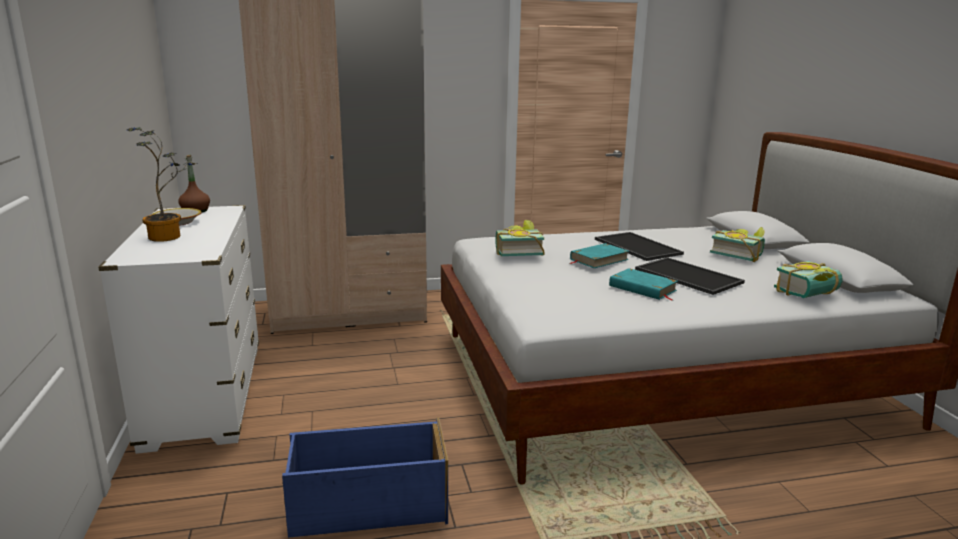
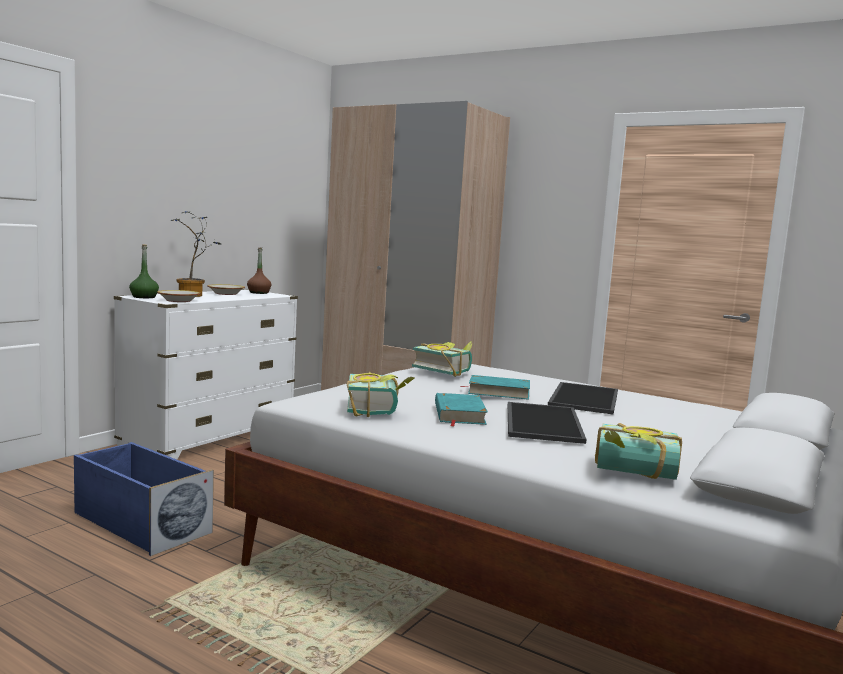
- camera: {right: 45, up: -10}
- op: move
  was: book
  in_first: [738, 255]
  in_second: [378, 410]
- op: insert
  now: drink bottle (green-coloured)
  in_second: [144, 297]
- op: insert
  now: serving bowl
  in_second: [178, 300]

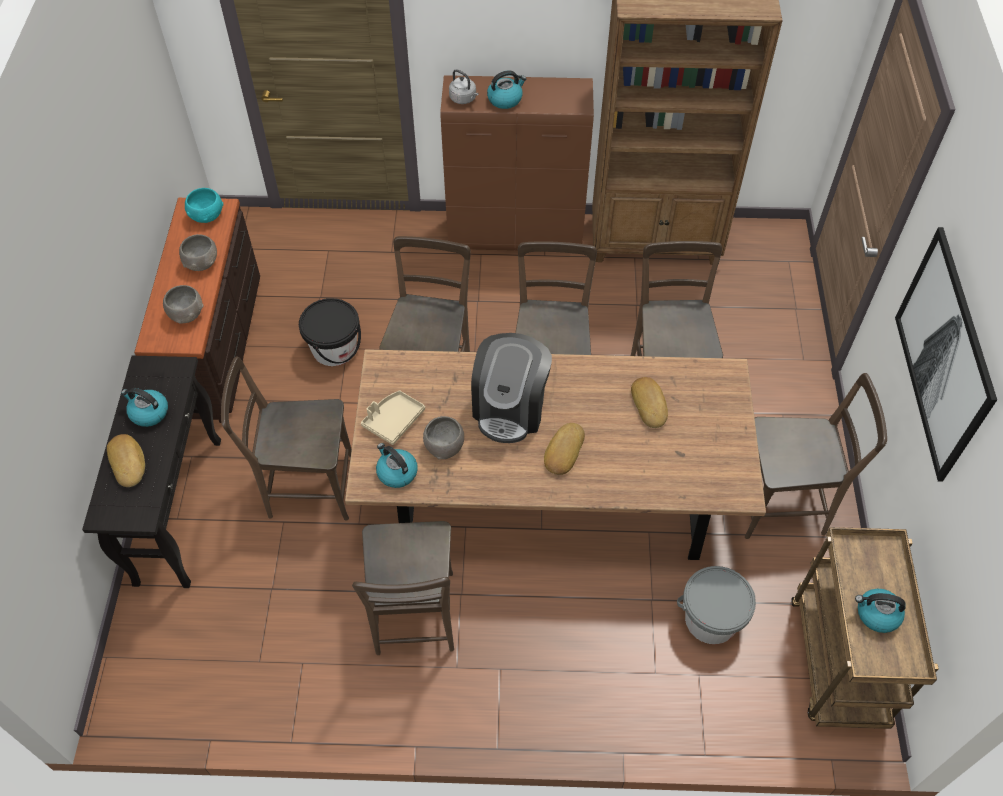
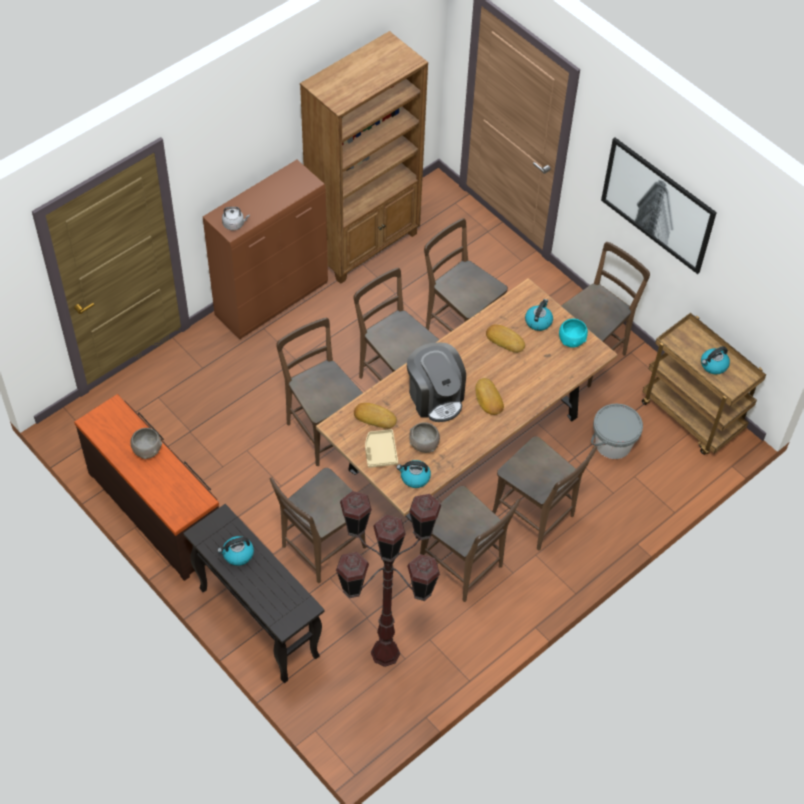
- camera: {right: -45, up: 0}
- op: move
  was: water kettle
  in_first: [505, 99]
  in_second: [538, 321]
- op: move
  was: serving bowl (blue-green)
  in_first: [207, 216]
  in_second: [572, 340]
- op: delete
  was: serving bowl (grey)
  in_first: [187, 314]
- op: delete
  was: bucket (blackish)
  in_first: [334, 348]
- op: move
  was: baked bread
  in_first: [128, 462]
  in_second: [375, 417]
- op: insert
  now: upright chair (brown-coloured)
  in_second: [536, 517]
- op: insert
  now: standard lamp (brown-coloured)
  in_second: [386, 653]

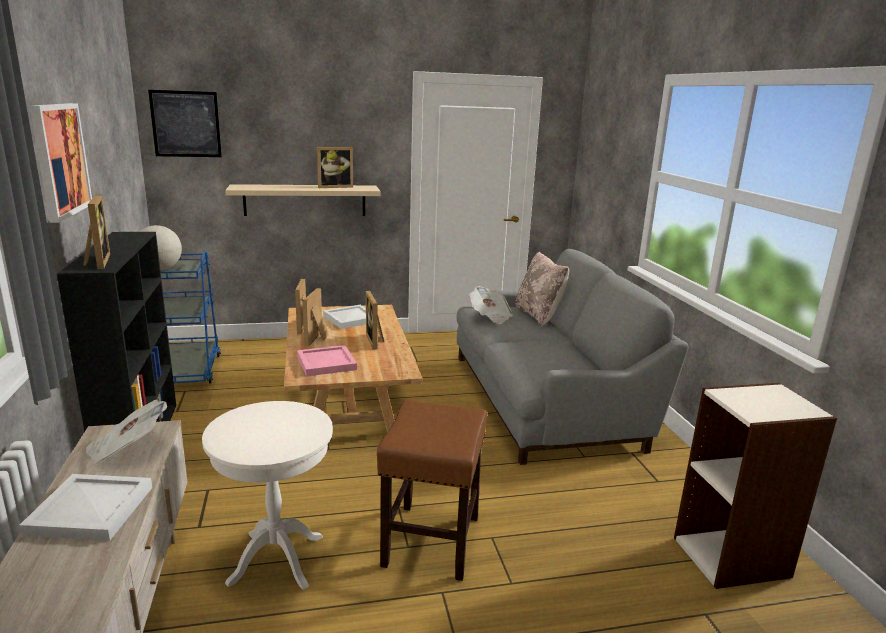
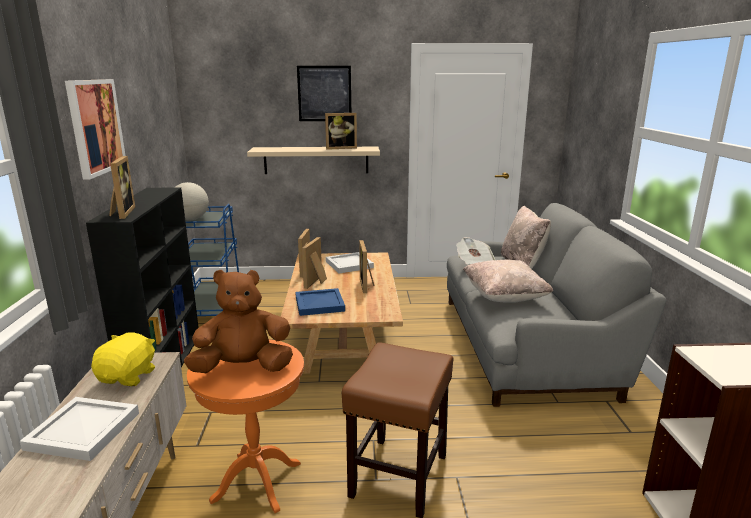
- camera: {right: 10, up: 0}
- op: move
  was: wall picture
  in_first: [186, 124]
  in_second: [324, 93]
- op: recolor
  was: carrying tray (pinkish)
  now: carrying tray (blue)
  in_first: [327, 363]
  in_second: [320, 304]
- op: replace
  was: newspaper
  now: soft toy (yellow-coloured)
  in_first: [127, 449]
  in_second: [128, 376]
- op: recolor
  was: side table (white-coloured)
  now: side table (orange)
  in_first: [276, 559]
  in_second: [257, 481]
- op: insert
  now: pillow (beige-coloured)
  in_second: [504, 297]
- op: insert
  now: soft toy (brown-coloured)
  in_second: [243, 368]

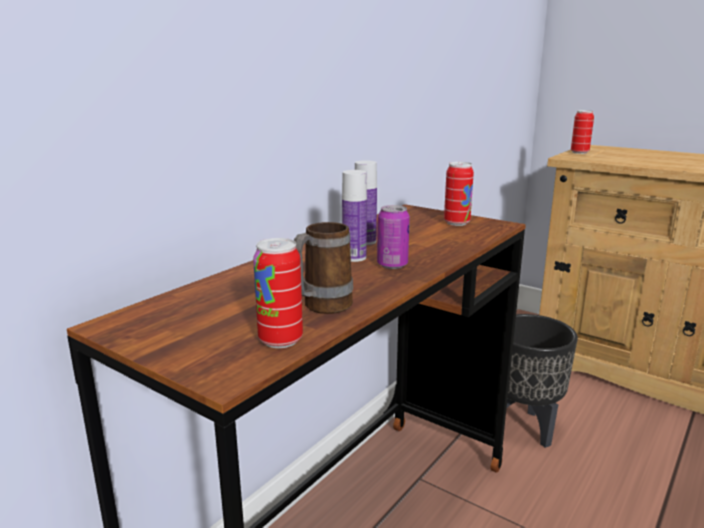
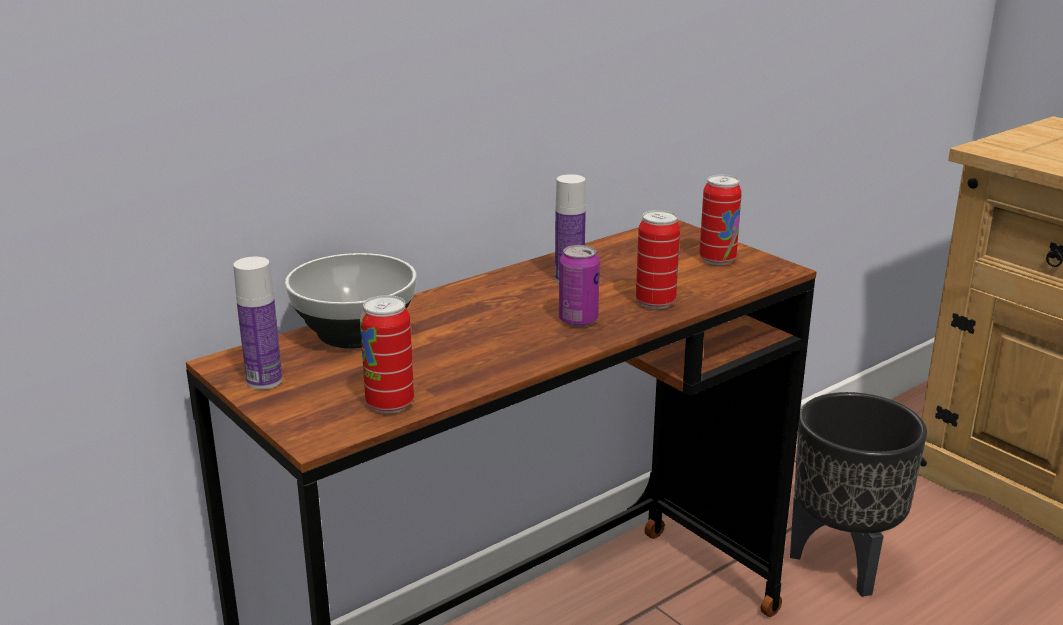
- camera: {right: 15, up: 5}
- op: move
  was: sealed can
  in_first: [579, 152]
  in_second: [655, 302]
- op: move
  was: drink bottle
  in_first: [354, 257]
  in_second: [264, 381]
- op: delete
  was: coffee mug
  in_first: [321, 308]
- op: insert
  now: serving bowl
  in_second: [357, 333]

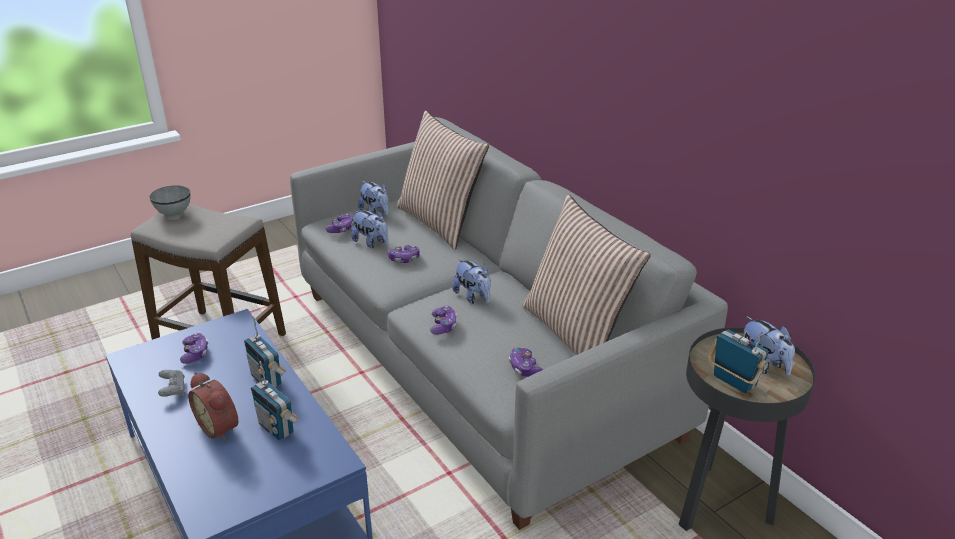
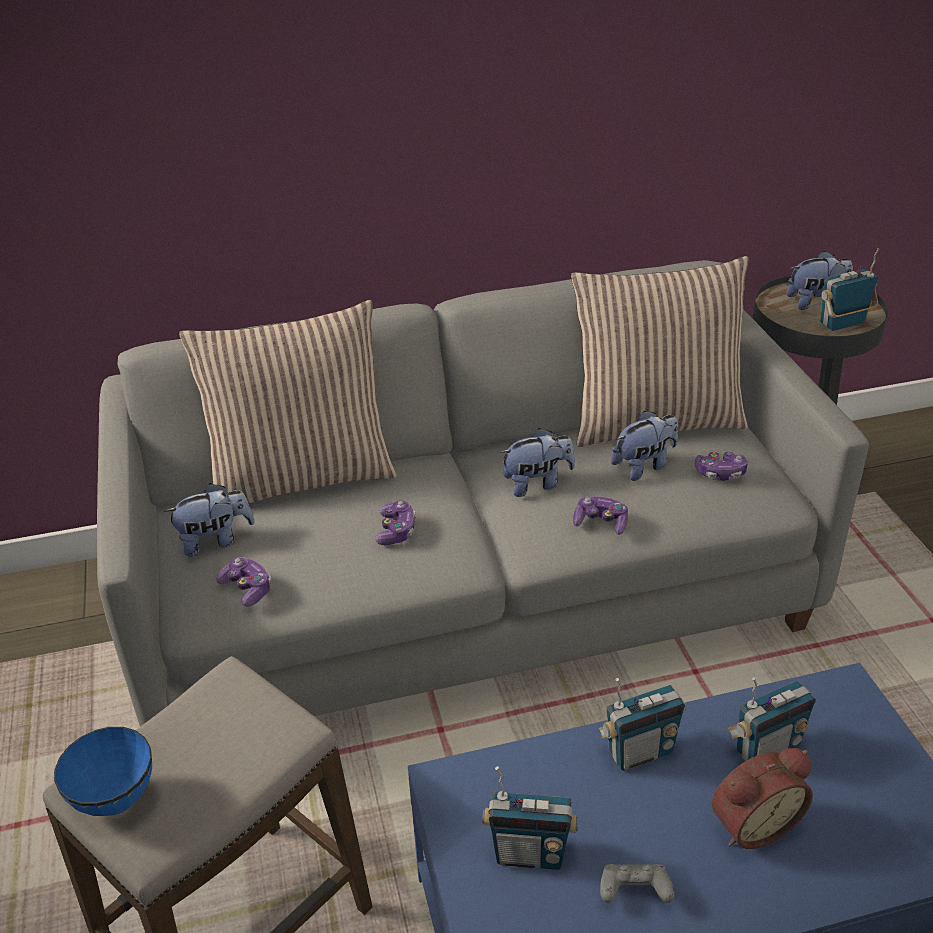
- camera: {right: -70, up: 5}
- op: recolor
  was: serving bowl (grey)
  now: serving bowl (blue)
  in_first: [173, 213]
  in_second: [114, 798]
- op: move
  was: soft toy
  in_first: [372, 243]
  in_second: [644, 466]
- op: replace
  was: joypad
  now: radio set
  in_first: [195, 353]
  in_second: [529, 854]

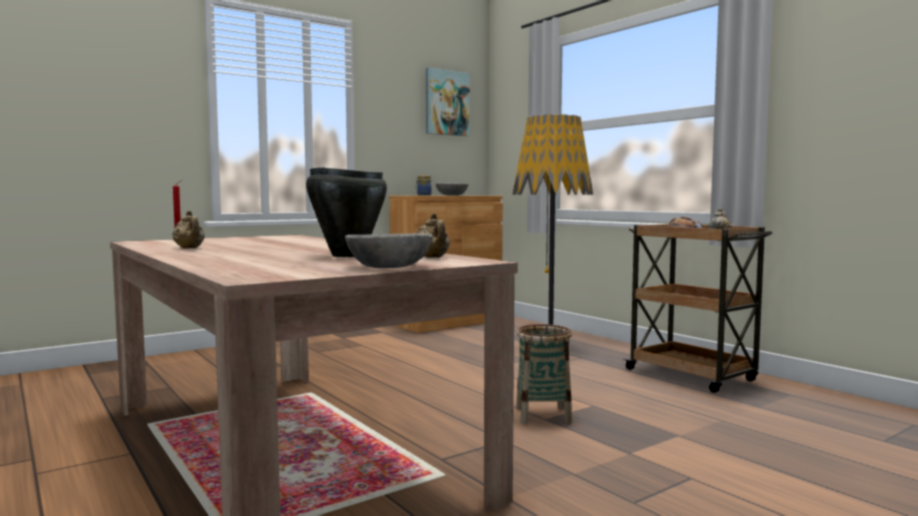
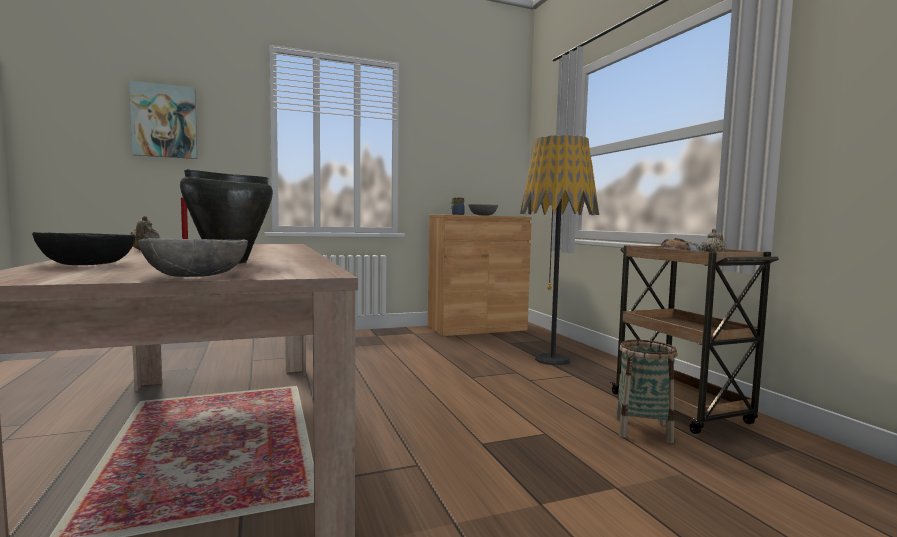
- camera: {right: 15, up: 0}
- op: move
  was: wall picture
  in_first: [447, 103]
  in_second: [164, 121]
- op: delete
  was: teapot (beige-coloured)
  in_first: [433, 258]
- op: move
  was: household basket
  in_first: [543, 415]
  in_second: [643, 430]
- op: insert
  now: serving bowl (blackish)
  in_second: [87, 264]

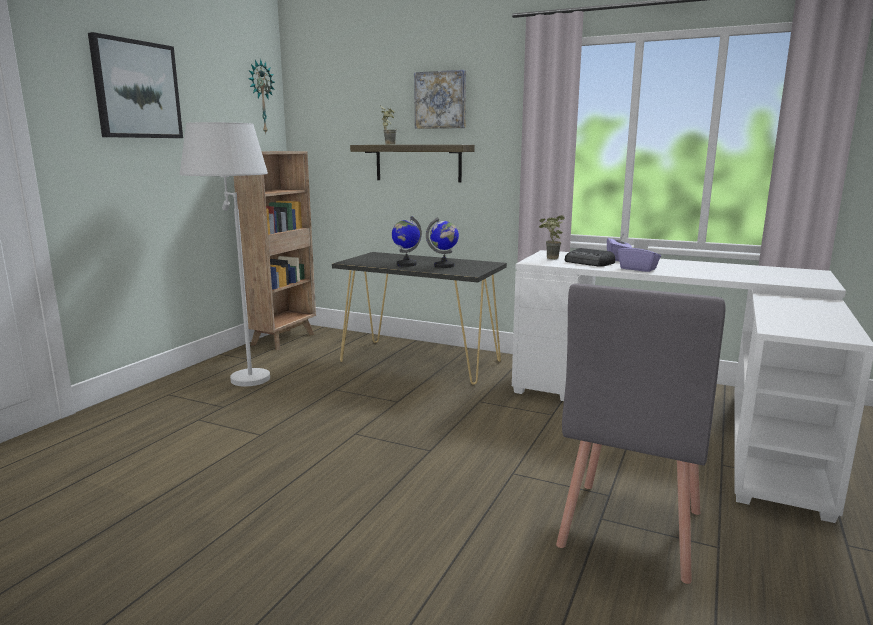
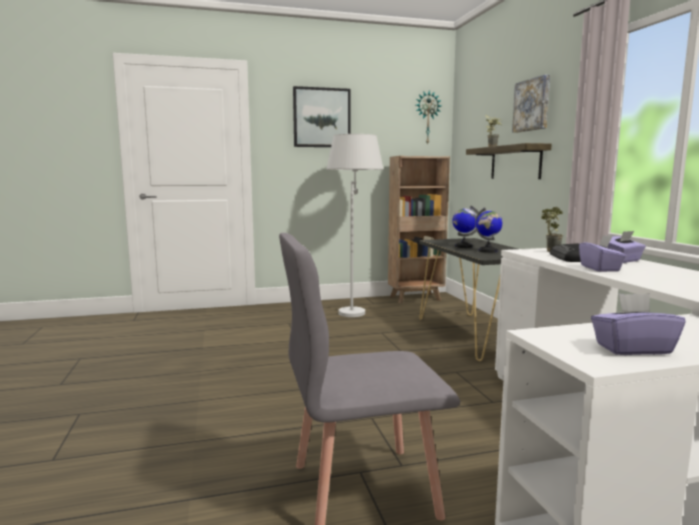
- camera: {right: 50, up: -5}
- op: insert
  now: tissue box (purplish)
  in_second: [632, 349]

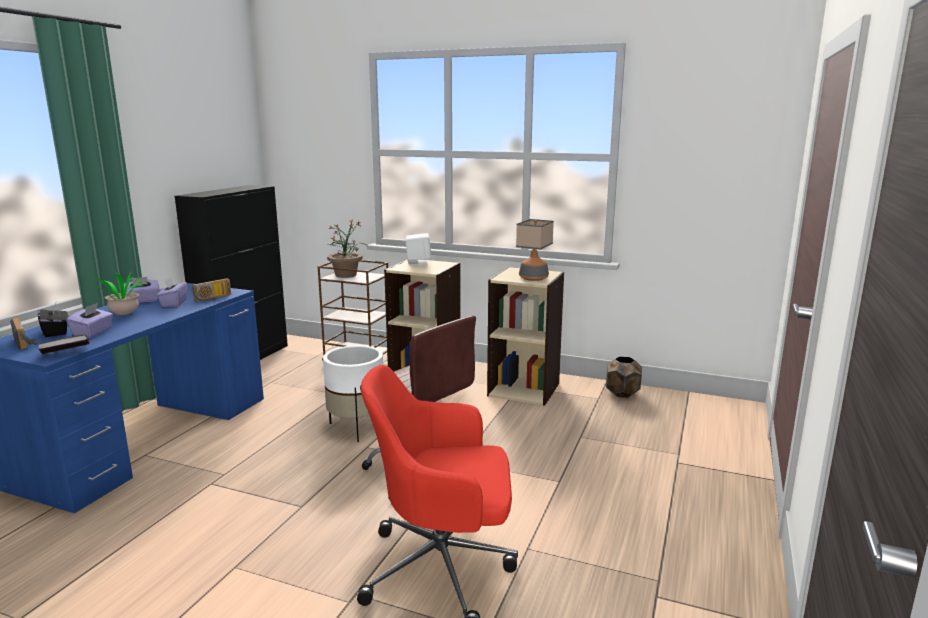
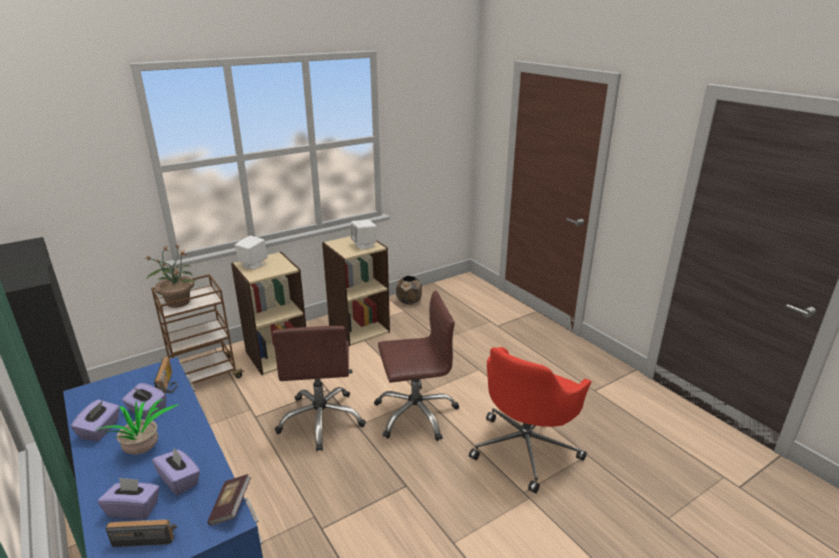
- camera: {right: -55, up: 10}
- op: replace
  was: lamp for a table
  now: audio speaker (white-coloured)
  in_first: [533, 278]
  in_second: [364, 245]
- op: recolor
  was: tissue box (blackish)
  now: tissue box (purplish)
  in_first: [56, 332]
  in_second: [134, 509]
- op: replace
  was: flower pot (white-coloured)
  now: office chair (brown-coloured)
  in_first: [356, 427]
  in_second: [322, 420]

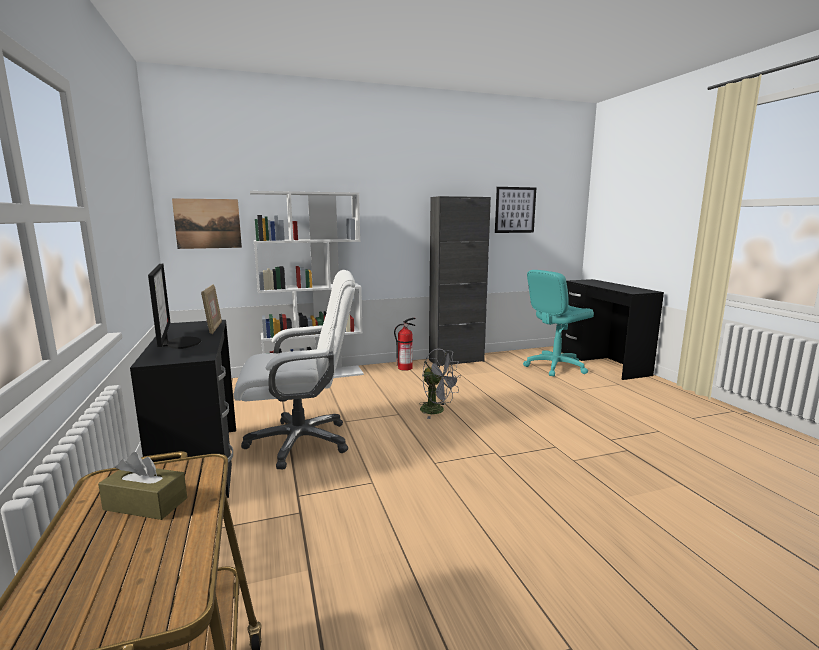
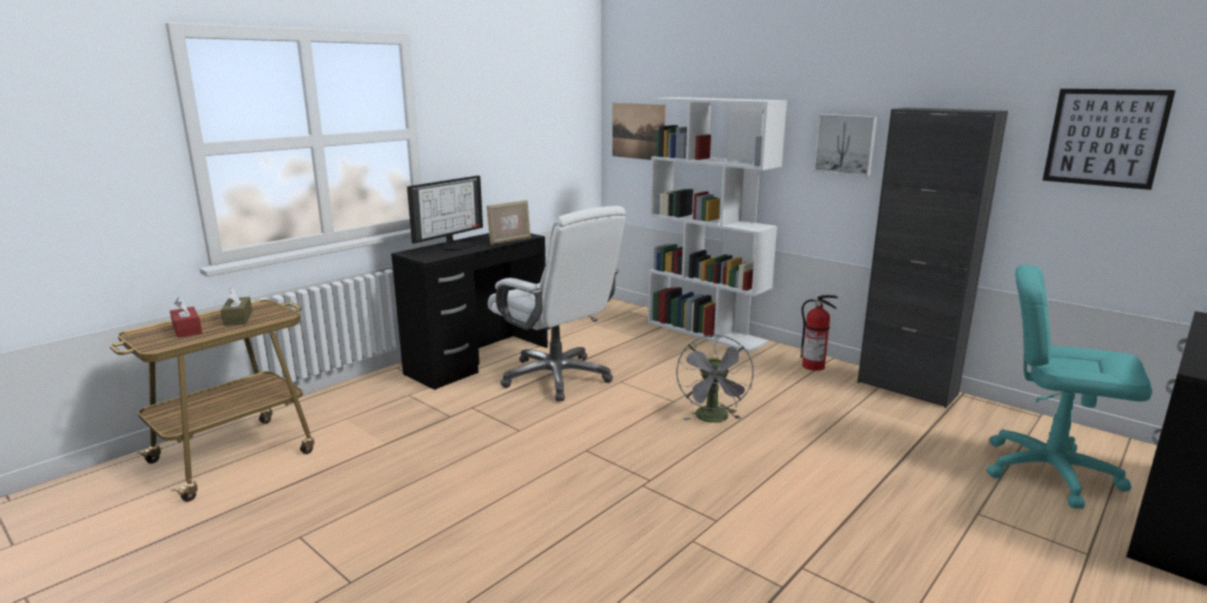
- camera: {right: 60, up: 5}
- op: insert
  now: wall picture
  in_second: [845, 144]
- op: insert
  now: tissue box (red-coloured)
  in_second: [187, 330]

